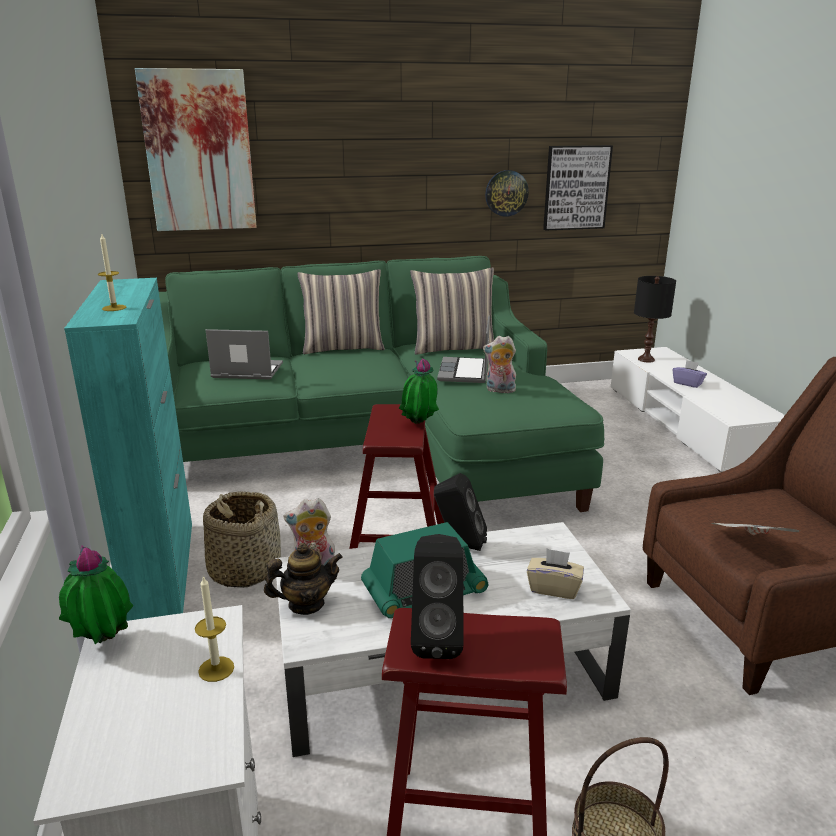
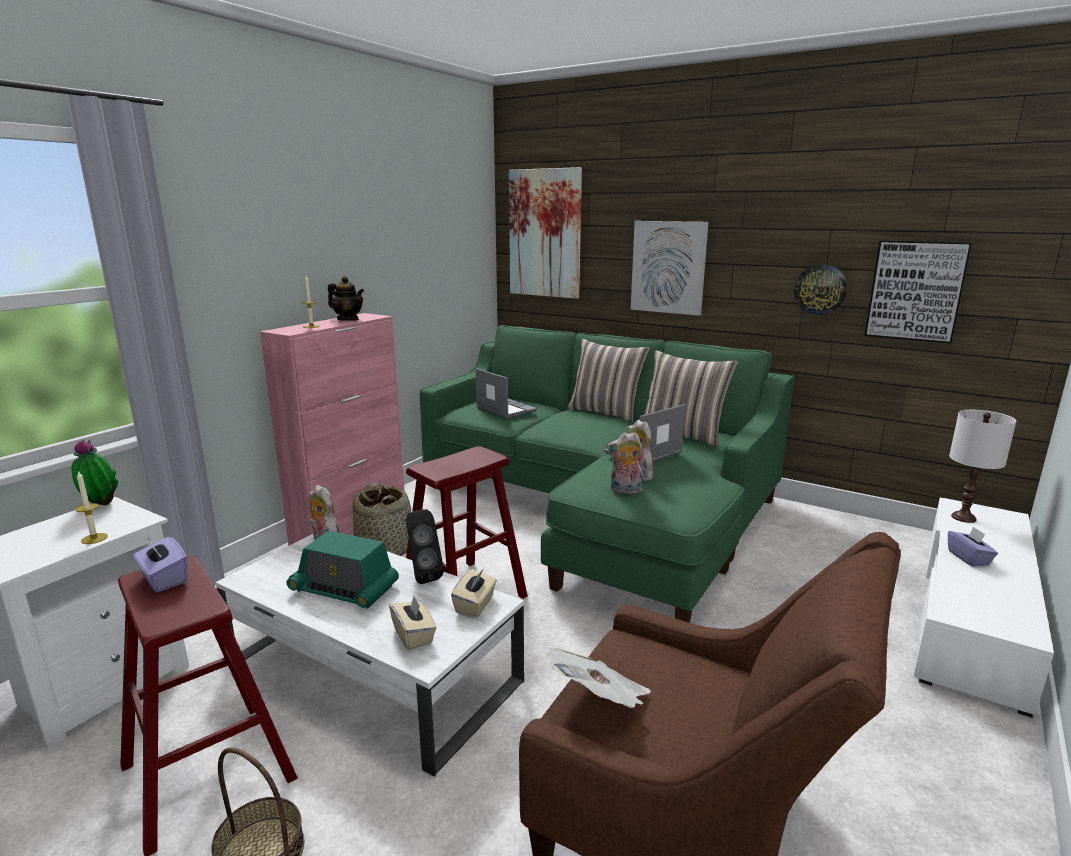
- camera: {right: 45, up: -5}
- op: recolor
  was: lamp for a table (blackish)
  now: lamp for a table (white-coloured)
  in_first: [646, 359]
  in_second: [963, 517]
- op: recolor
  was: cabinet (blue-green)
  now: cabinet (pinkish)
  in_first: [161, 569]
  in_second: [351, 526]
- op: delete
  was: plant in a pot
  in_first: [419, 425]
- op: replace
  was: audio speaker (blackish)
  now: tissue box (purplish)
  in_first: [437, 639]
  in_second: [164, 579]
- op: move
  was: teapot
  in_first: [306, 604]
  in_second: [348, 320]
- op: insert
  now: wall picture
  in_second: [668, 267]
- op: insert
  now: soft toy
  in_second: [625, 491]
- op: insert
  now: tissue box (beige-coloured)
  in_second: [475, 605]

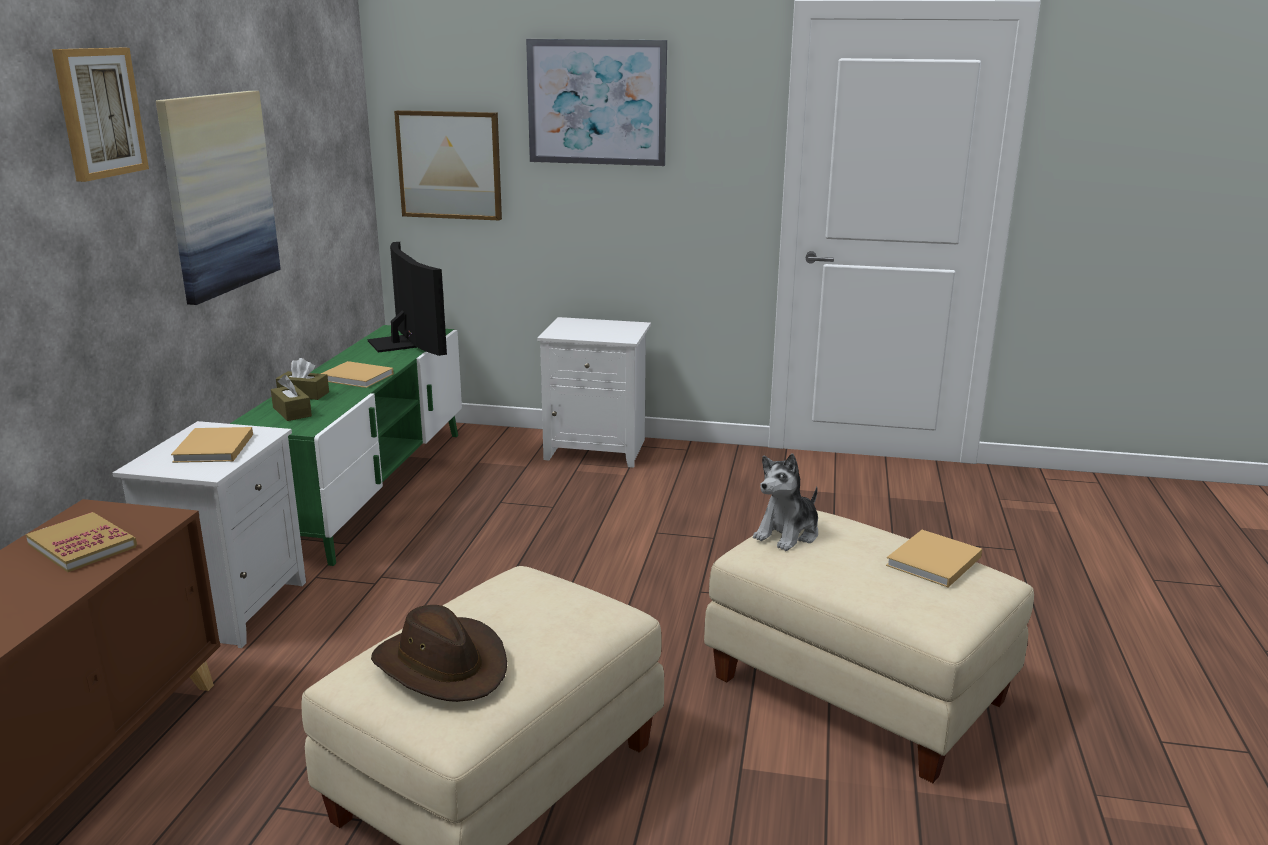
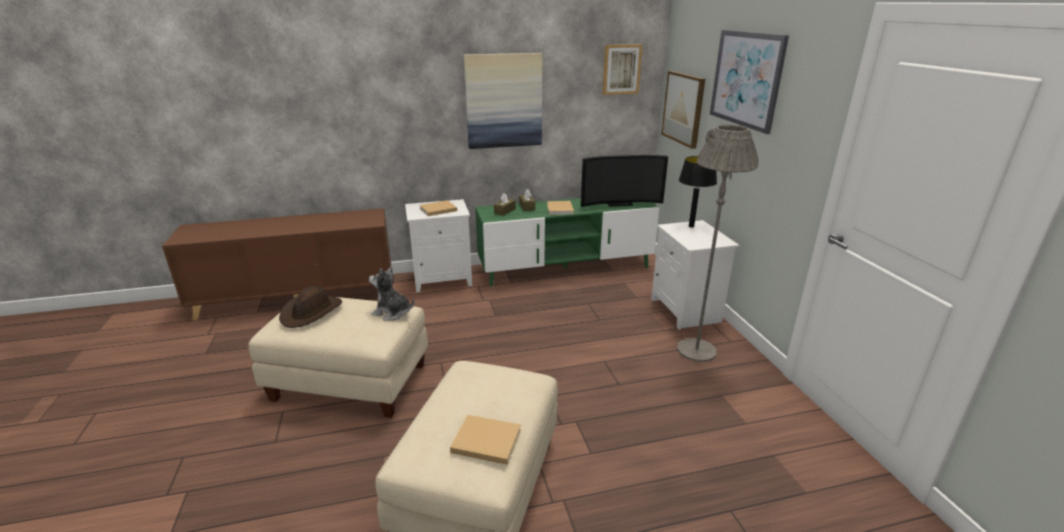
- camera: {right: 65, up: 5}
- op: move
  was: wall picture
  in_first: [99, 112]
  in_second: [621, 69]
- op: rotate
  was: television
  in_first: [402, 343]
  in_second: [618, 203]
  clockwise: 45
- op: move
  was: soft toy
  in_first: [788, 534]
  in_second: [392, 313]
- op: delete
  was: book
  in_first: [82, 545]
- op: insert
  now: standard lamp (grey)
  in_second: [696, 350]
- op: insert
  now: lamp for a table (blackish)
  in_second: [691, 226]

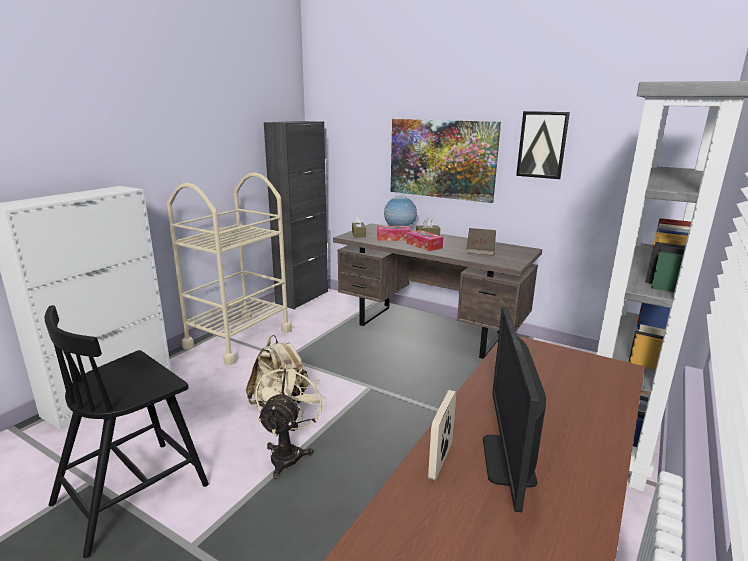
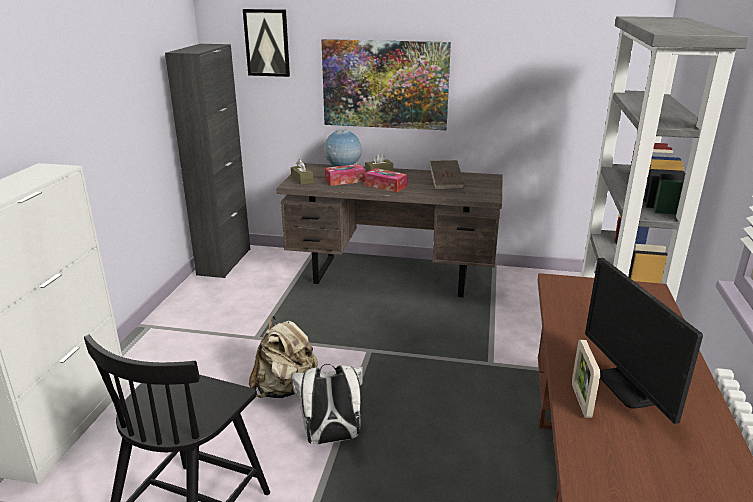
- camera: {right: -20, up: 5}
- op: move
  was: wall picture
  in_first: [542, 145]
  in_second: [267, 43]
- op: delete
  was: wheeled cart (beige-coloured)
  in_first: [239, 338]
- op: replace
  was: fan (beige-coloured)
  now: knapsack (white-coloured)
  in_first: [288, 453]
  in_second: [331, 438]

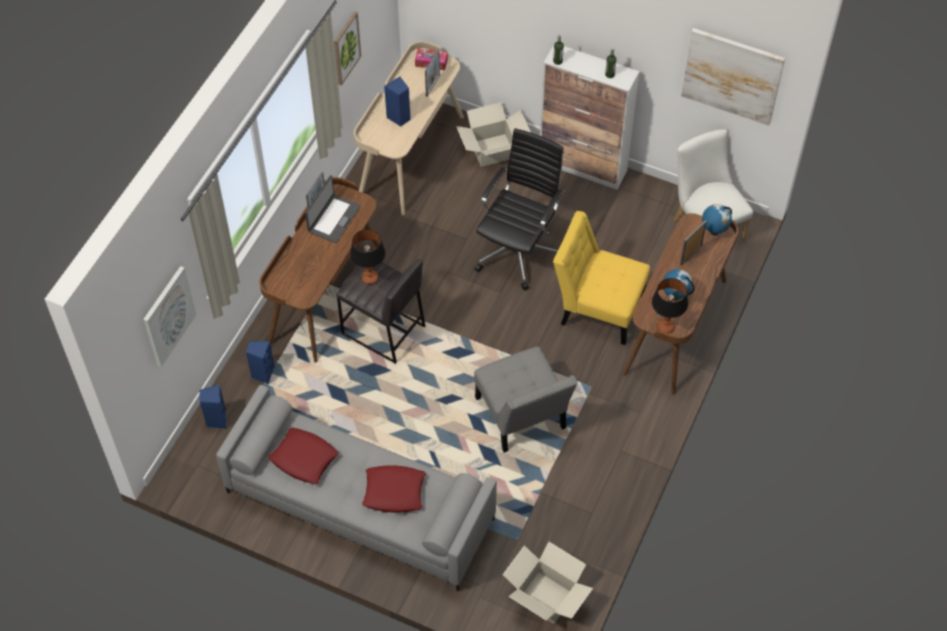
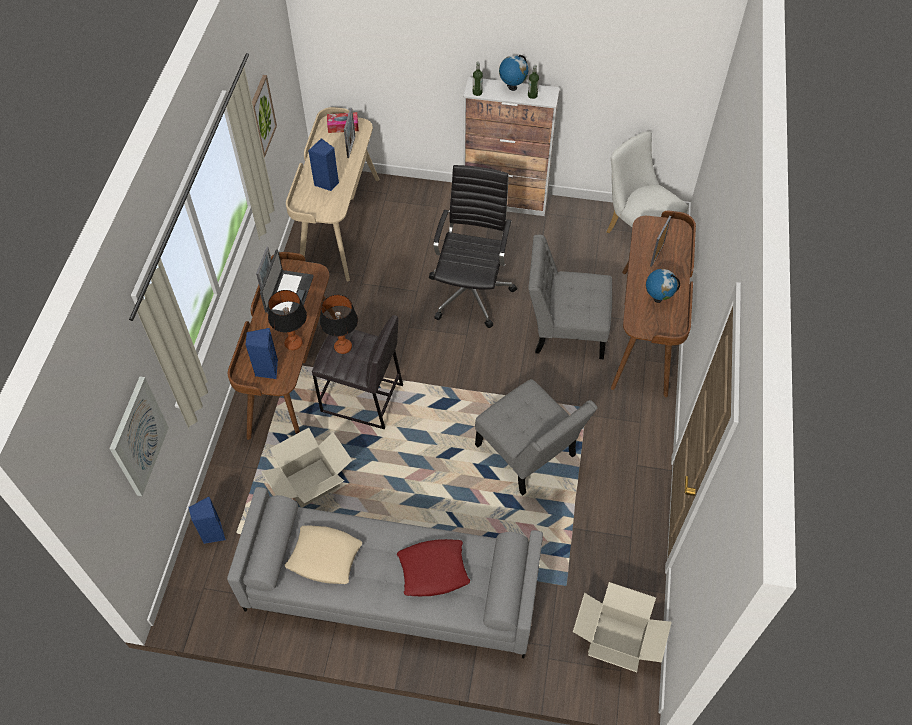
- camera: {right: -15, up: 0}
- op: delete
  was: wall picture
  in_first: [732, 76]
- op: move
  was: packing box
  in_first: [493, 150]
  in_second: [311, 482]
- op: move
  was: desk globe
  in_first: [714, 231]
  in_second: [512, 87]
- op: recolor
  was: upright chair (yellow-coloured)
  now: upright chair (grey)
  in_first: [598, 307]
  in_second: [565, 329]
- op: move
  was: lamp for a table
  in_first: [665, 327]
  in_second: [293, 344]
- op: move
  was: audio speaker (blue)
  in_first: [263, 374]
  in_second: [266, 369]
- op: recolor
  was: pillow (red-coloured)
  now: pillow (beige-coloured)
  in_first: [303, 459]
  in_second: [324, 557]

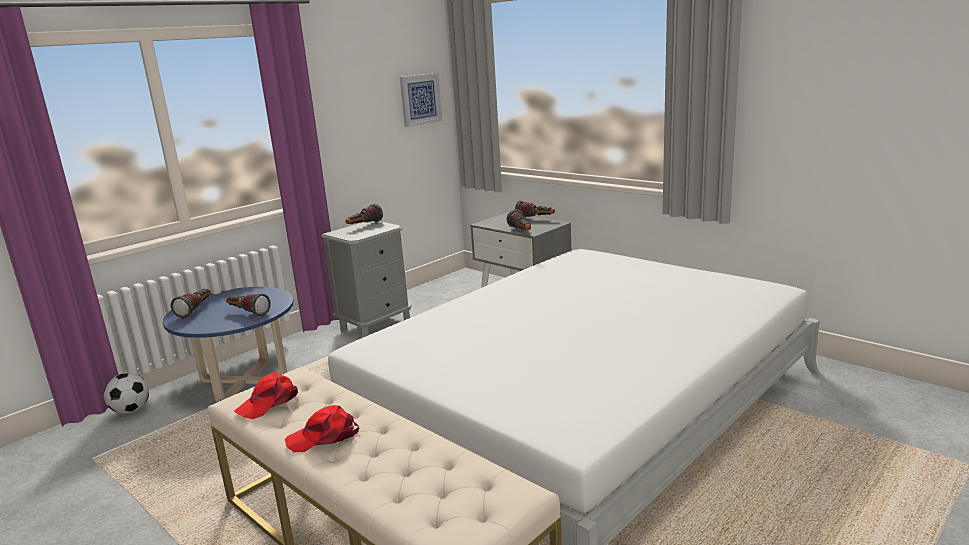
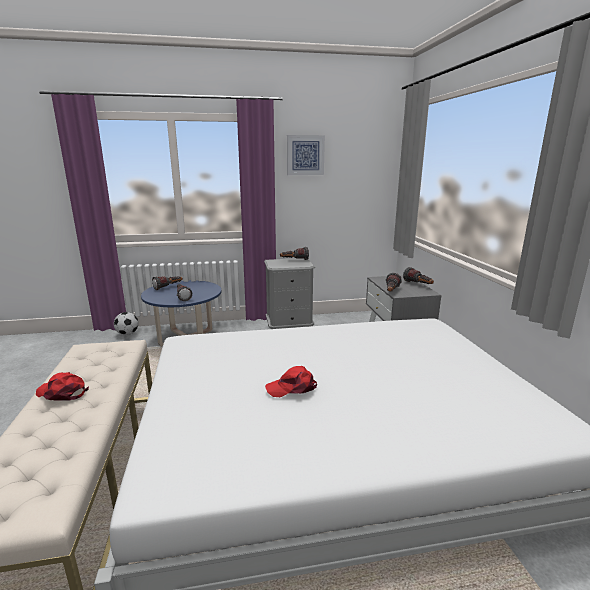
- camera: {right: 35, up: 0}
- op: move
  was: wall picture
  in_first: [420, 99]
  in_second: [305, 155]
- op: move
  was: cap (red-coloured)
  in_first: [269, 403]
  in_second: [292, 388]

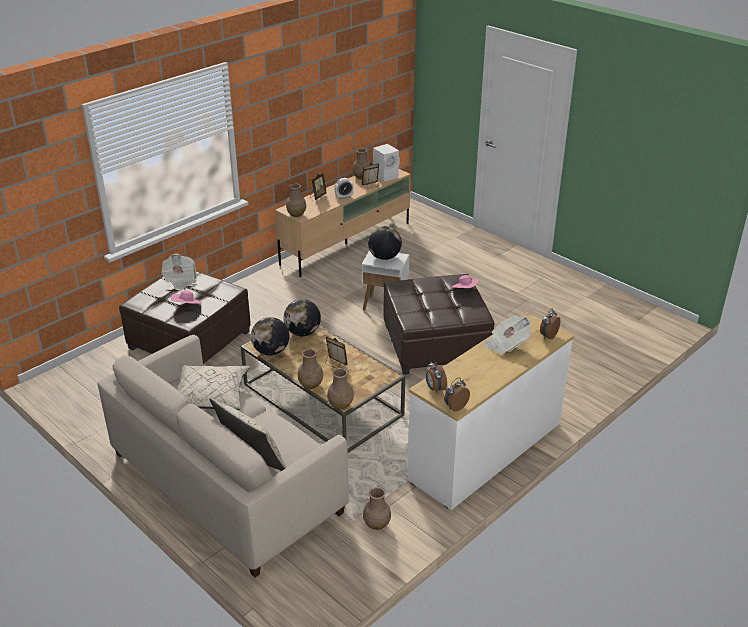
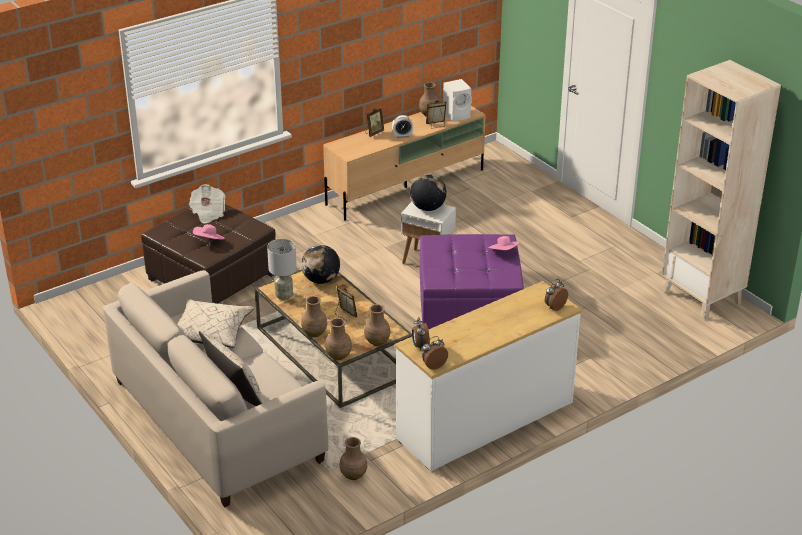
- camera: {right: 10, up: 0}
- op: move
  was: decorative vase (brown-coloured)
  in_first: [296, 214]
  in_second: [377, 341]
- op: recolor
  was: pouffe (brown-coloured)
  now: pouffe (purplish)
  in_first: [434, 343]
  in_second: [468, 307]
- op: delete
  was: newspaper
  in_first: [506, 344]
- op: replace
  was: desk globe
  now: lamp for a table (grey)
  in_first: [271, 351]
  in_second: [283, 296]
- op: insert
  now: bookshelf (beige-coloured)
  in_second: [702, 297]

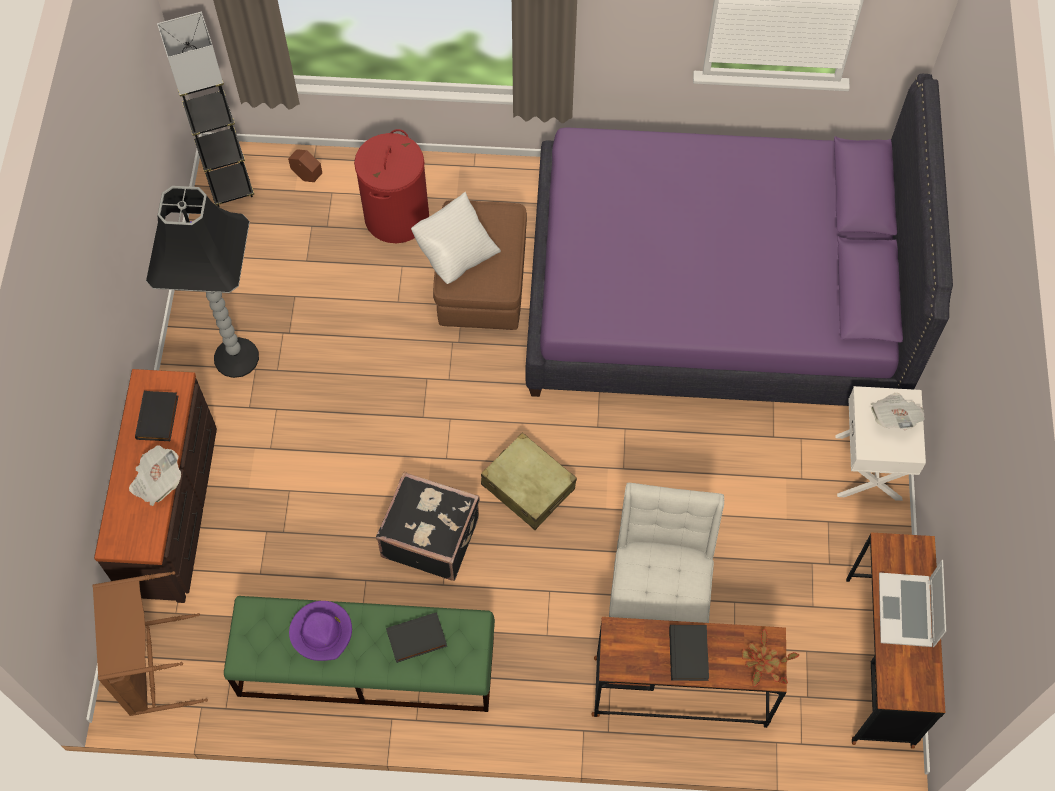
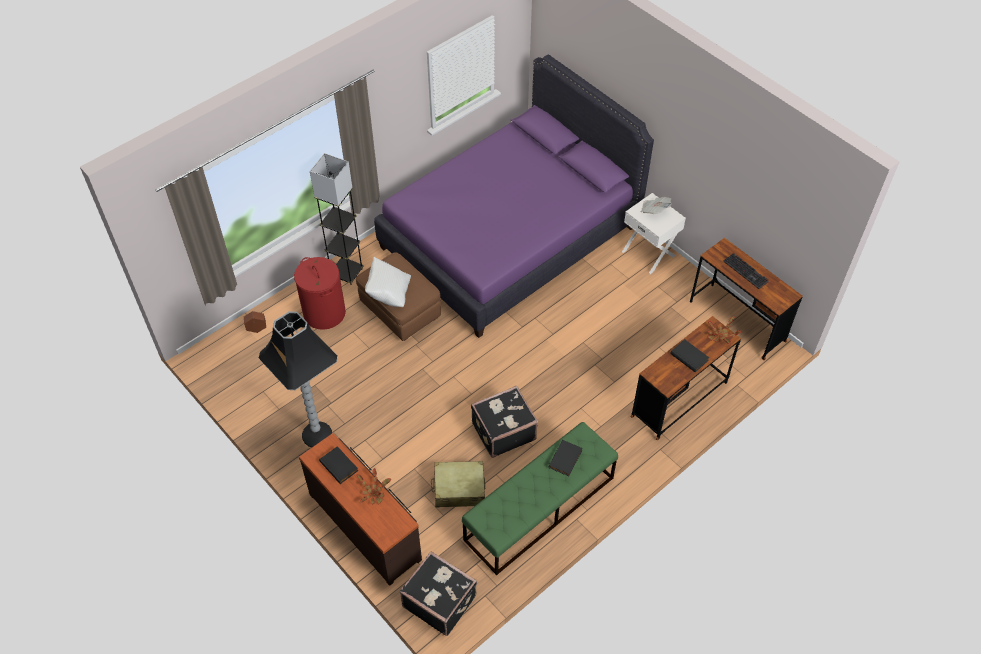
- camera: {right: -45, up: -10}
- op: move
  was: standard lamp (grey)
  in_first: [230, 187]
  in_second: [346, 273]
- op: move
  was: piece of luggage (beige-coloured)
  in_first: [528, 487]
  in_second: [459, 489]
- op: replace
  was: newspaper
  now: plant in a pot
  in_first: [157, 481]
  in_second: [373, 492]
- op: delete
  was: upright chair (white-coloured)
  in_first: [659, 594]
- op: replace
  was: laptop
  now: PC keyboard
  in_first: [907, 610]
  in_second: [746, 271]
- op: replace
  was: hamper (brown-coloured)
  now: piece of luggage (blackish)
  in_first: [152, 666]
  in_second: [440, 600]
- op: delete
  was: wearable hat (purplish)
  in_first: [322, 632]

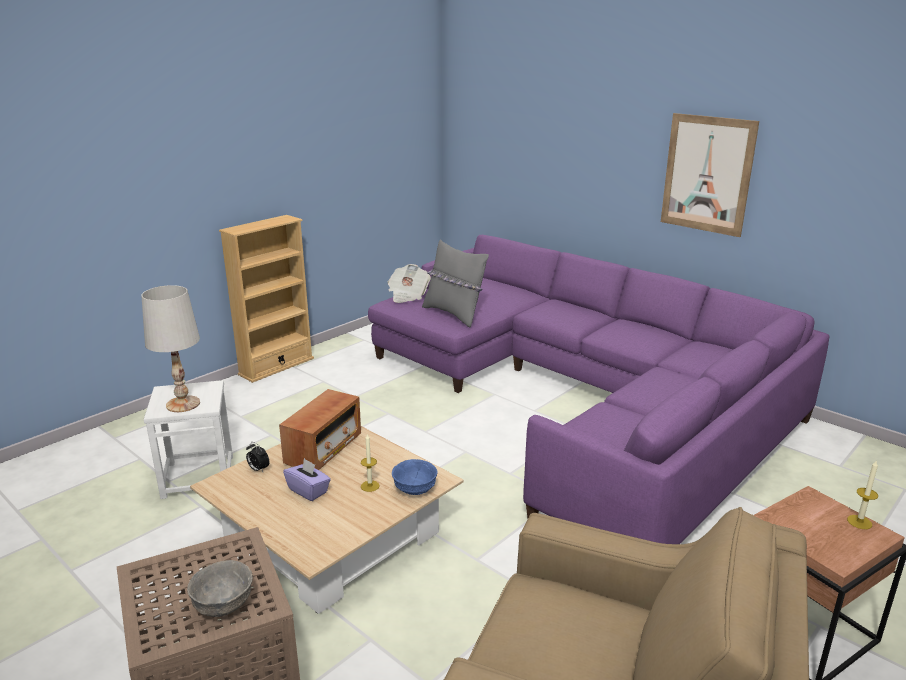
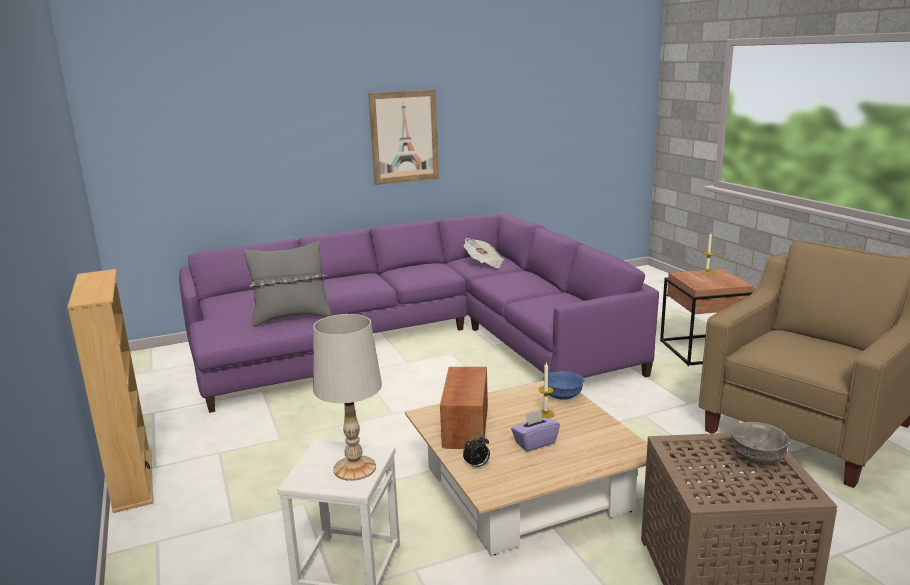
- camera: {right: -65, up: -5}
- op: move
  was: newspaper
  in_first: [408, 295]
  in_second: [484, 264]
- op: rotate
  was: radio set
  in_first: [324, 449]
  in_second: [465, 427]
  clockwise: -135

